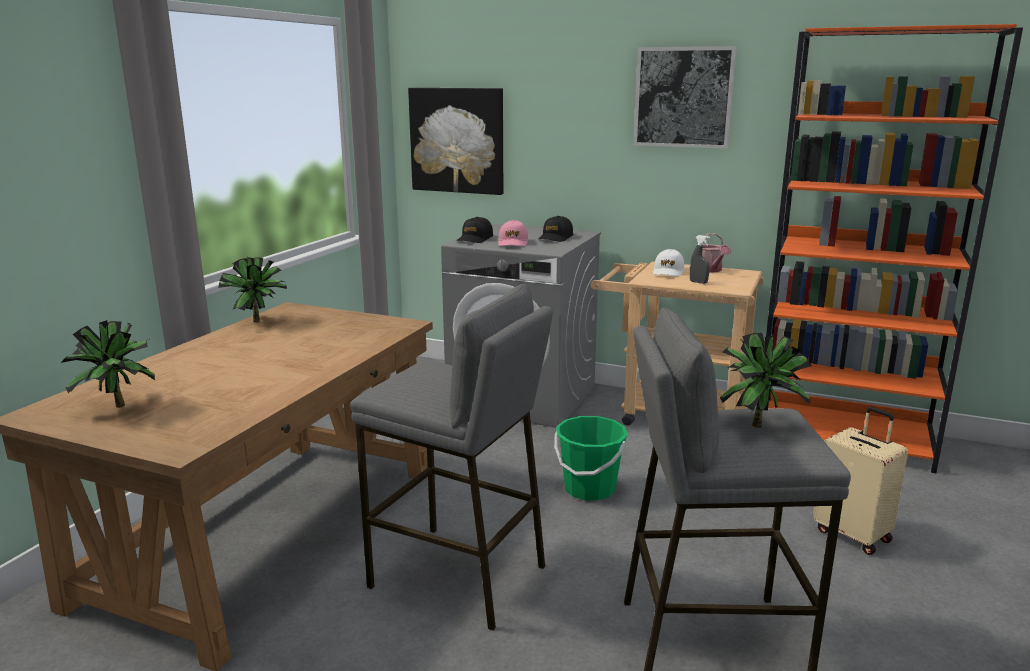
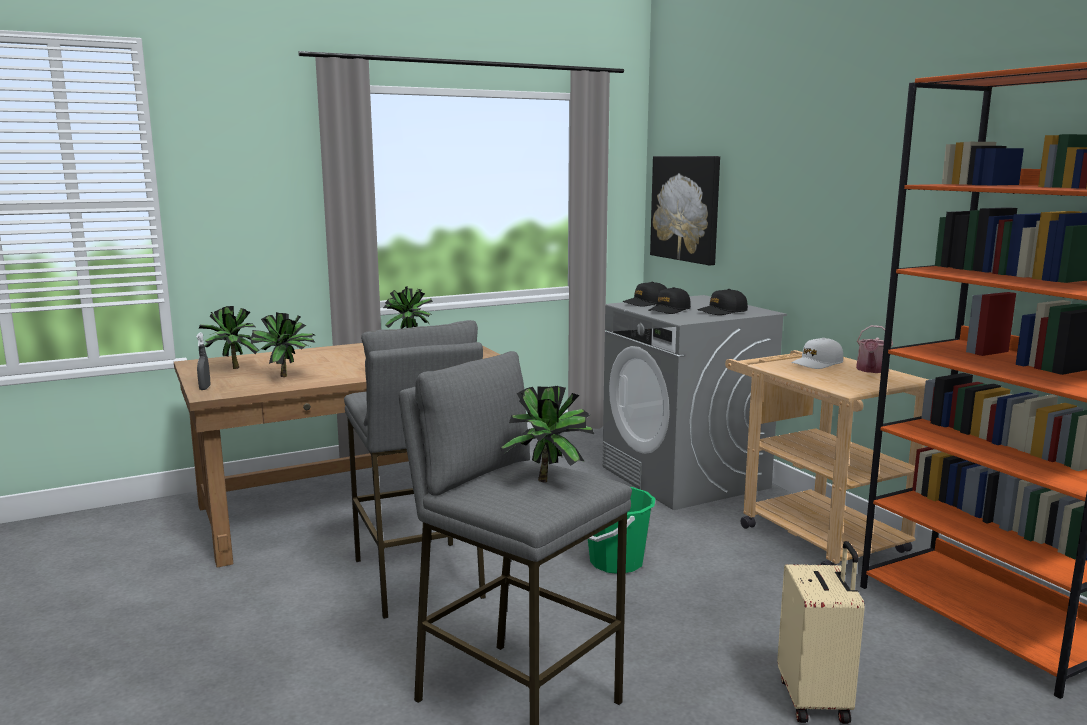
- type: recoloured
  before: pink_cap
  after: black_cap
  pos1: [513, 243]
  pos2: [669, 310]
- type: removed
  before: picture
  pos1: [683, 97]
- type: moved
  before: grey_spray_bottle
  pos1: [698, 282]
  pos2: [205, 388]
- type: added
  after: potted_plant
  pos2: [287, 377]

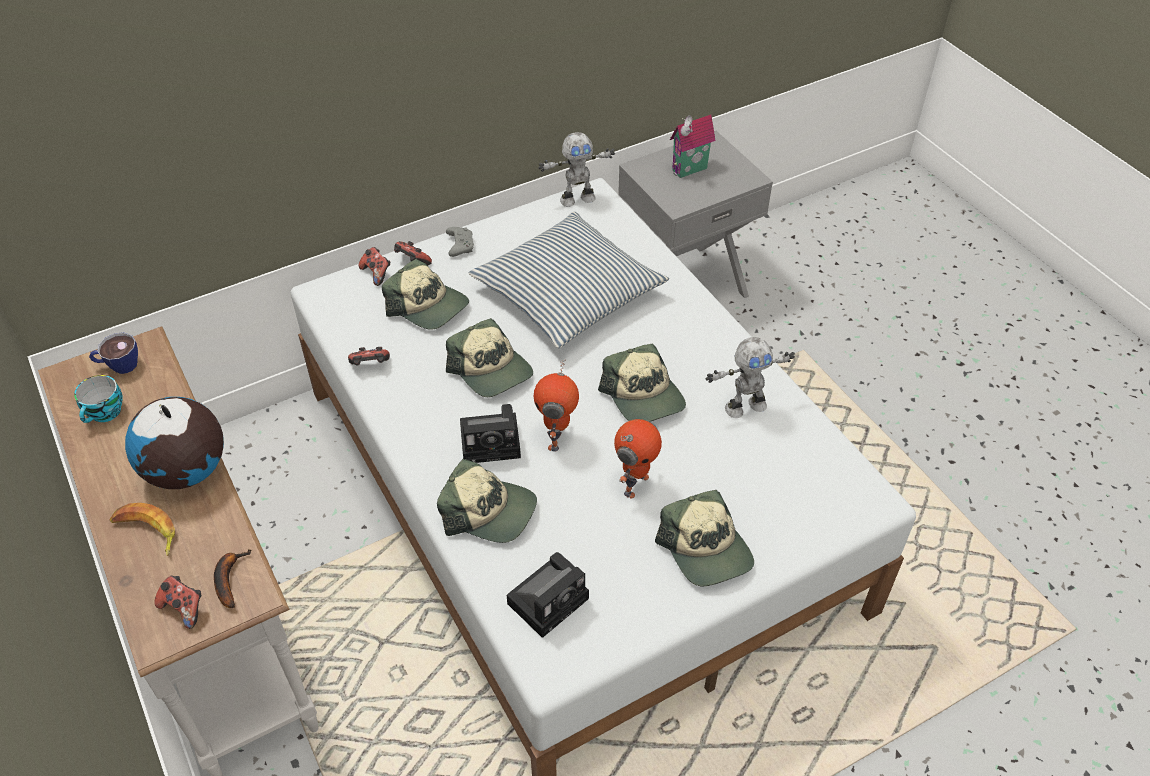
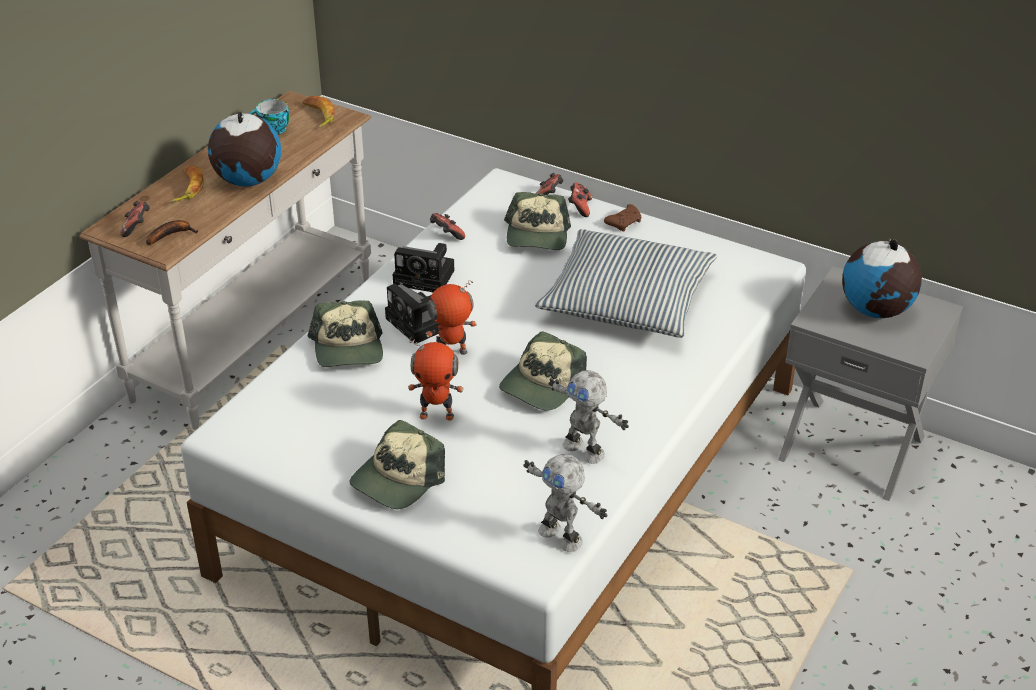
- type: replaced
  before: cup
  after: banana
  pos1: [119, 366]
  pos2: [318, 115]
- type: recoloured
  before: grey_game_controller
  after: brown_game_controller
  pos1: [460, 245]
  pos2: [624, 223]
- type: removed
  before: cap
  pos1: [491, 370]
- type: moved
  before: photo_camera
  pos1: [550, 598]
  pos2: [426, 277]
- type: moved
  before: toy_robot
  pos1: [577, 199]
  pos2: [562, 536]
- type: replaced
  before: toy_house
  after: globe
  pos1: [690, 171]
  pos2: [876, 310]

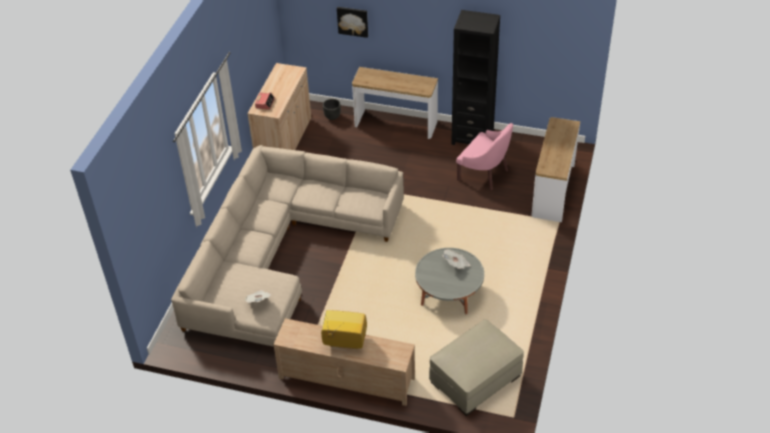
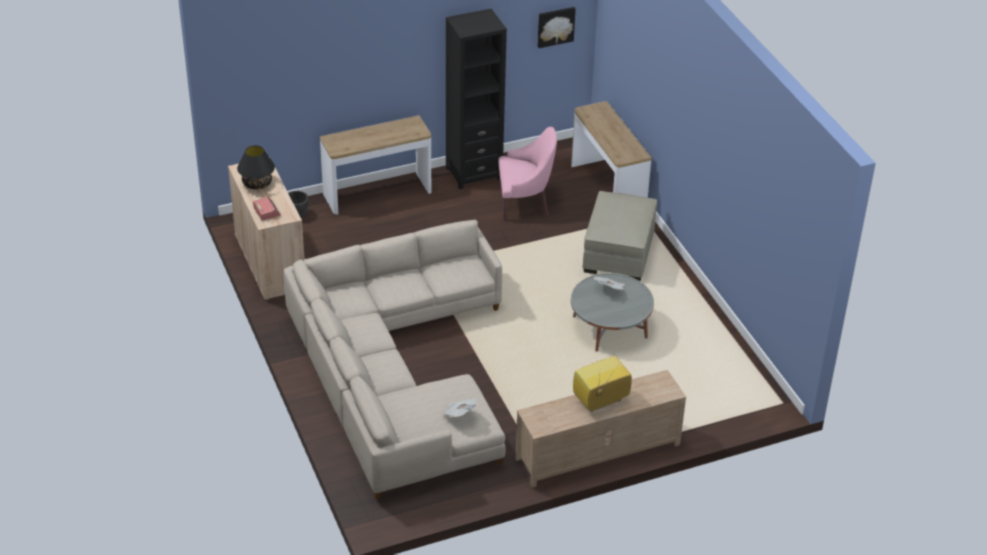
- type: moved
  before: picture
  pos1: [353, 21]
  pos2: [555, 26]
- type: moved
  before: beige_ottoman
  pos1: [474, 379]
  pos2: [618, 253]
- type: added
  after: black_table_lamp
  pos2: [257, 183]

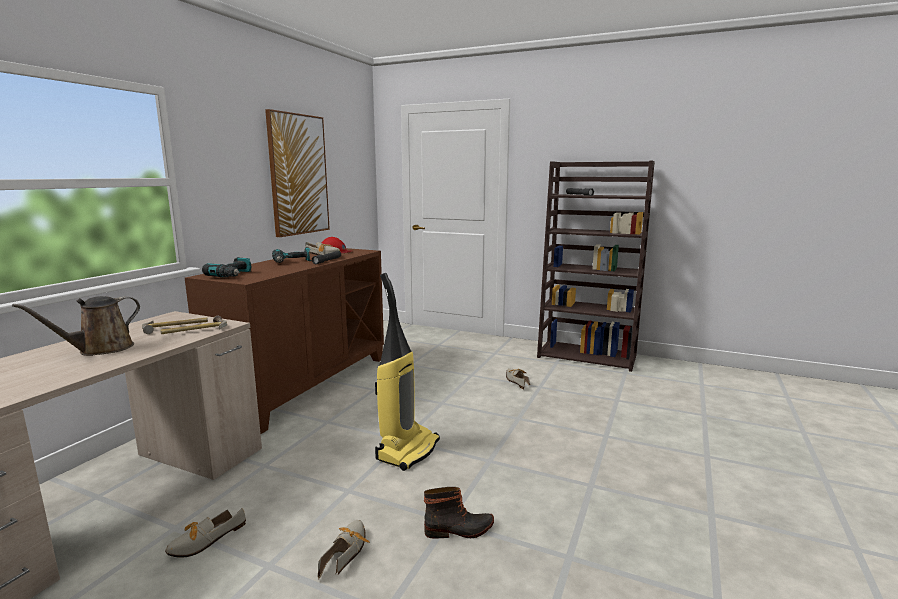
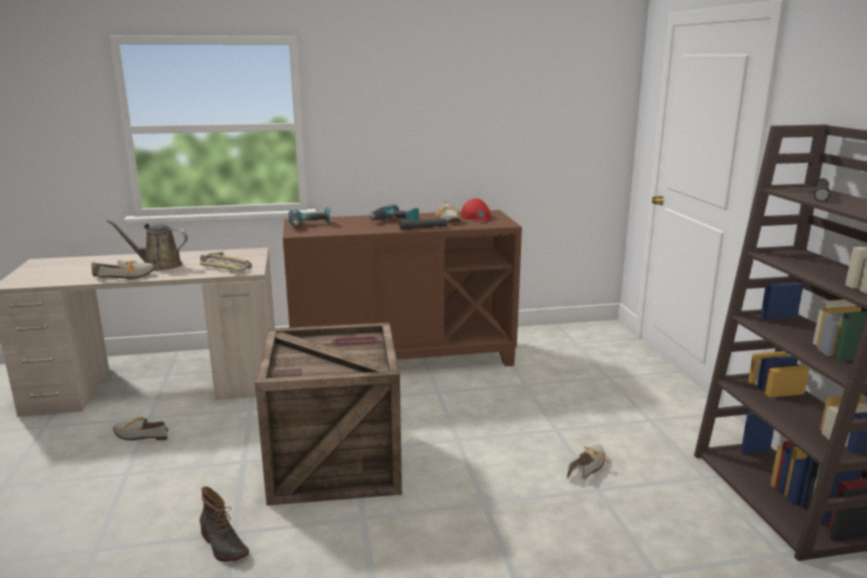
- type: removed
  before: picture
  pos1: [298, 175]
- type: moved
  before: shoe
  pos1: [346, 551]
  pos2: [128, 276]
- type: replaced
  before: vacuum_cleaner
  after: crate
  pos1: [407, 450]
  pos2: [337, 461]

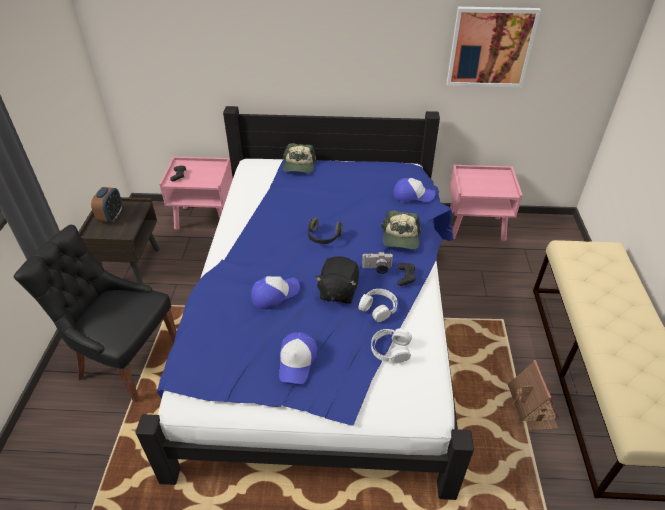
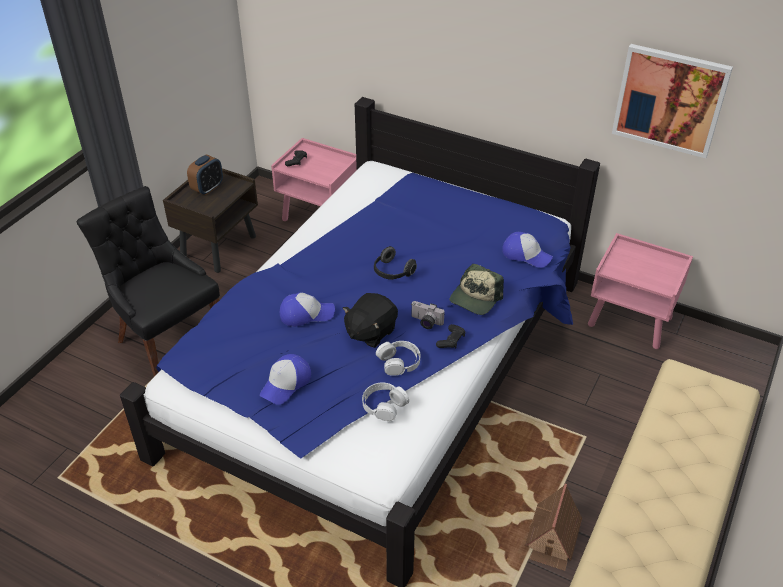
- type: removed
  before: cap
  pos1: [299, 166]

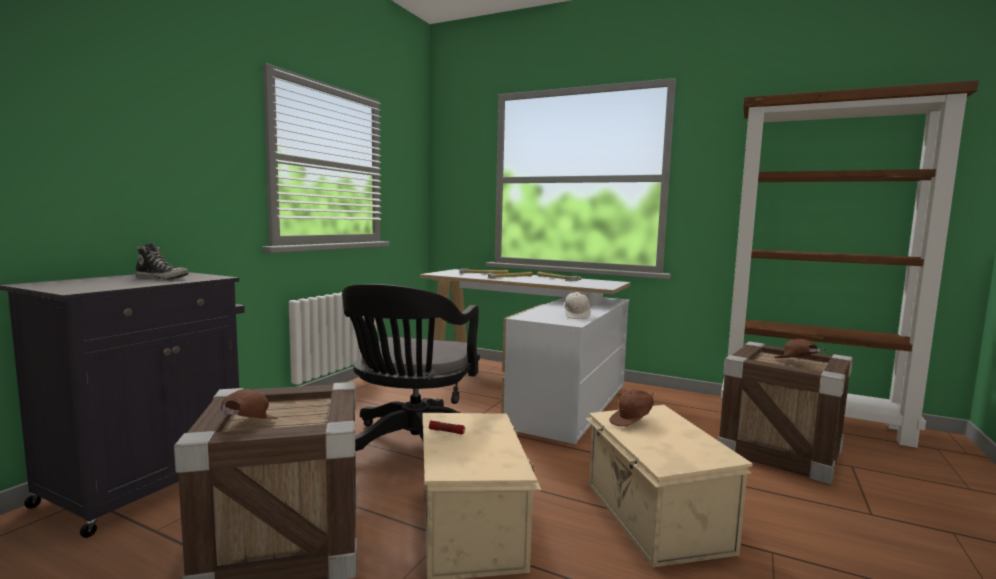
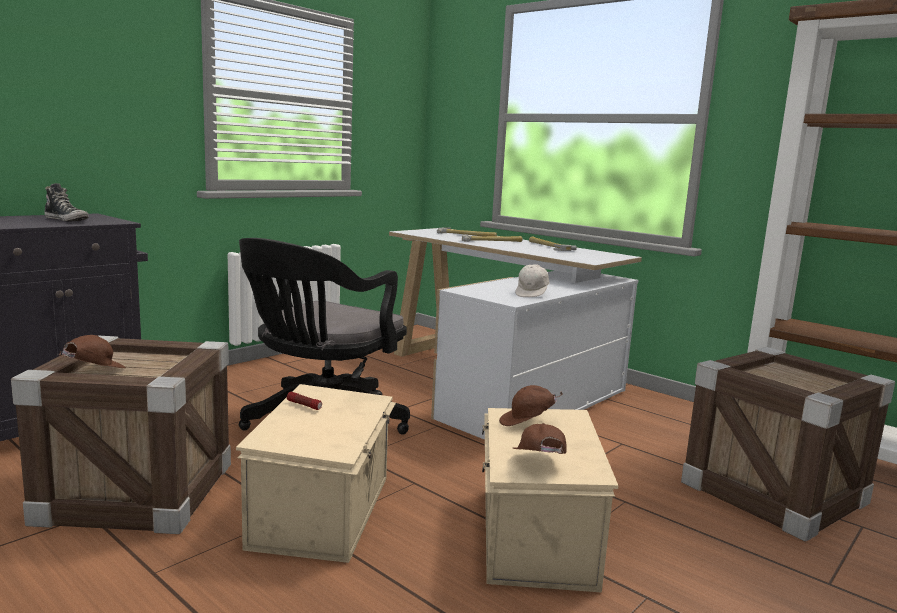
- type: moved
  before: brown_cap
  pos1: [795, 363]
  pos2: [538, 464]

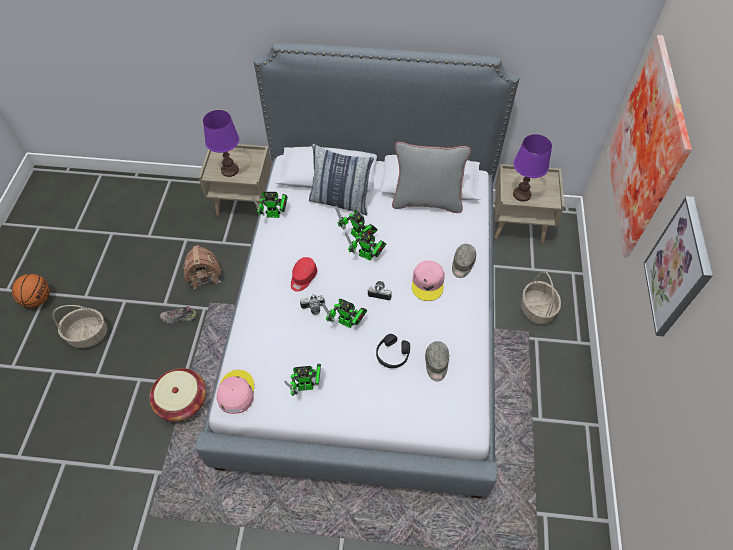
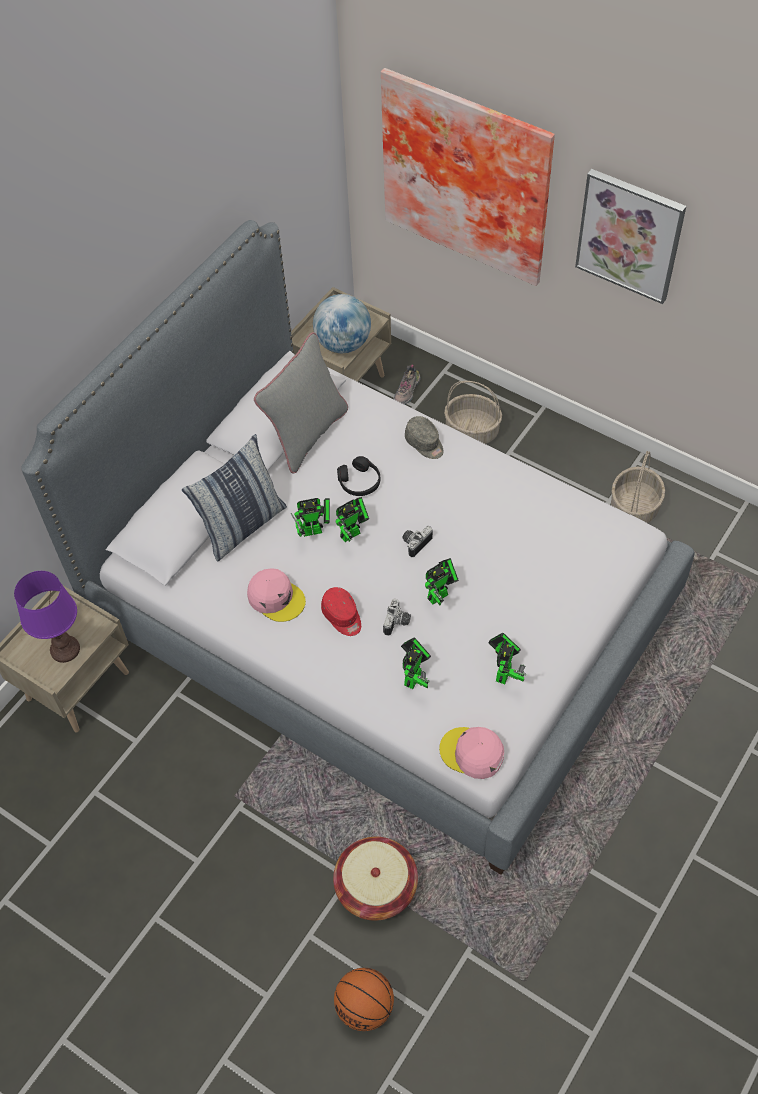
- type: moved
  before: basketball
  pos1: [38, 299]
  pos2: [364, 1007]
- type: moved
  before: basket
  pos1: [88, 335]
  pos2: [634, 508]
- type: moved
  before: shoe
  pos1: [178, 318]
  pos2: [407, 391]
- type: removed
  before: toy_house
  pos1: [204, 275]
- type: moved
  before: toy_robot
  pos1: [275, 215]
  pos2: [414, 676]
- type: moved
  before: black_headphones
  pos1: [392, 354]
  pos2: [359, 482]
- type: moved
  before: pink_cap
  pos1: [428, 282]
  pos2: [276, 598]
- type: removed
  before: grey_cap
  pos1: [436, 364]
- type: replaced
  before: purple_table_lamp
  after: globe
  pos1: [522, 194]
  pos2: [343, 344]

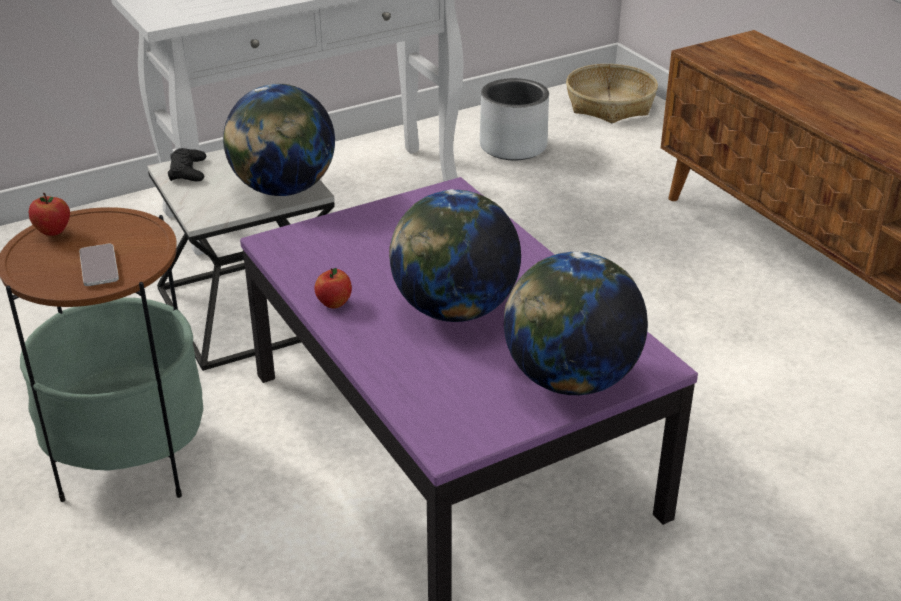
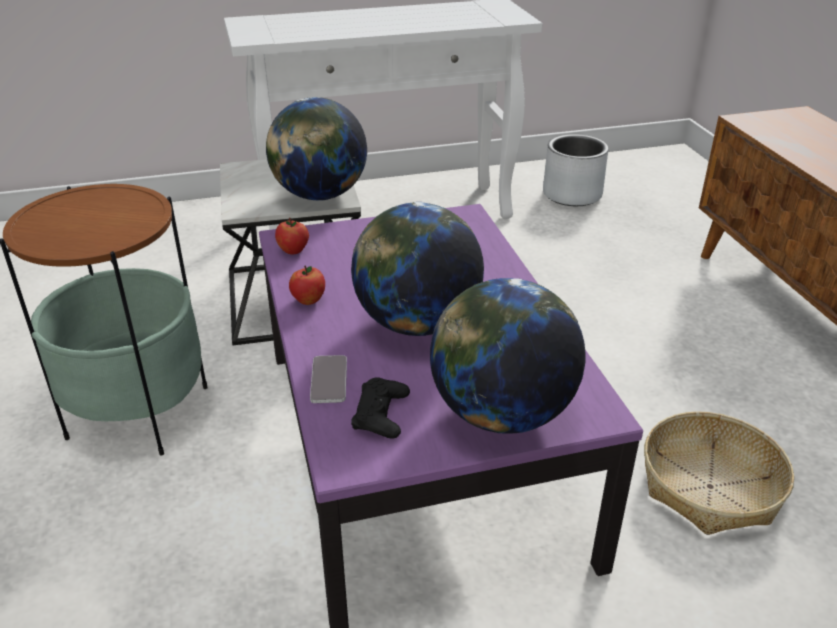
- type: moved
  before: apple
  pos1: [53, 231]
  pos2: [293, 251]
- type: moved
  before: phone
  pos1: [99, 266]
  pos2: [329, 380]
- type: moved
  before: black_game_controller
  pos1: [188, 171]
  pos2: [381, 414]
- type: moved
  before: basket
  pos1: [610, 105]
  pos2: [710, 486]

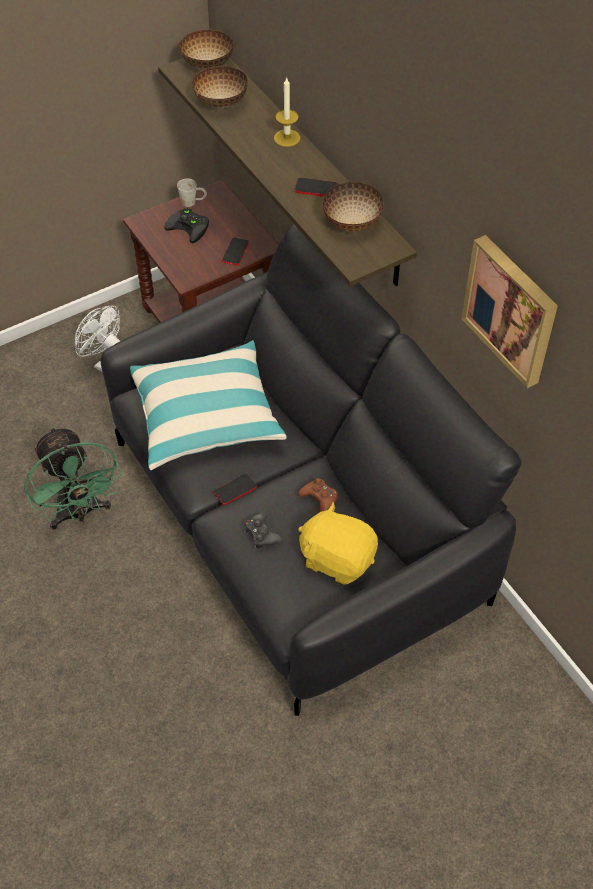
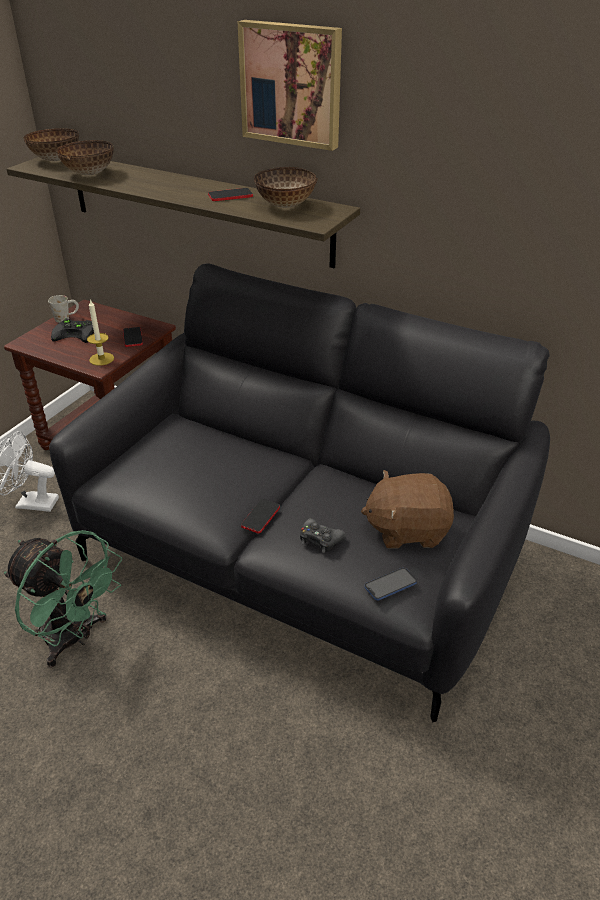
- type: removed
  before: pillow
  pos1: [206, 416]
- type: moved
  before: candle
  pos1: [287, 138]
  pos2: [101, 359]
- type: removed
  before: brown_game_controller
  pos1: [320, 498]
- type: recoloured
  before: yellow_plush_toy
  after: brown_plush_toy
  pos1: [337, 558]
  pos2: [407, 529]
- type: moved
  before: picture
  pos1: [512, 309]
  pos2: [292, 84]
- type: added
  after: phone
  pos2: [390, 585]

